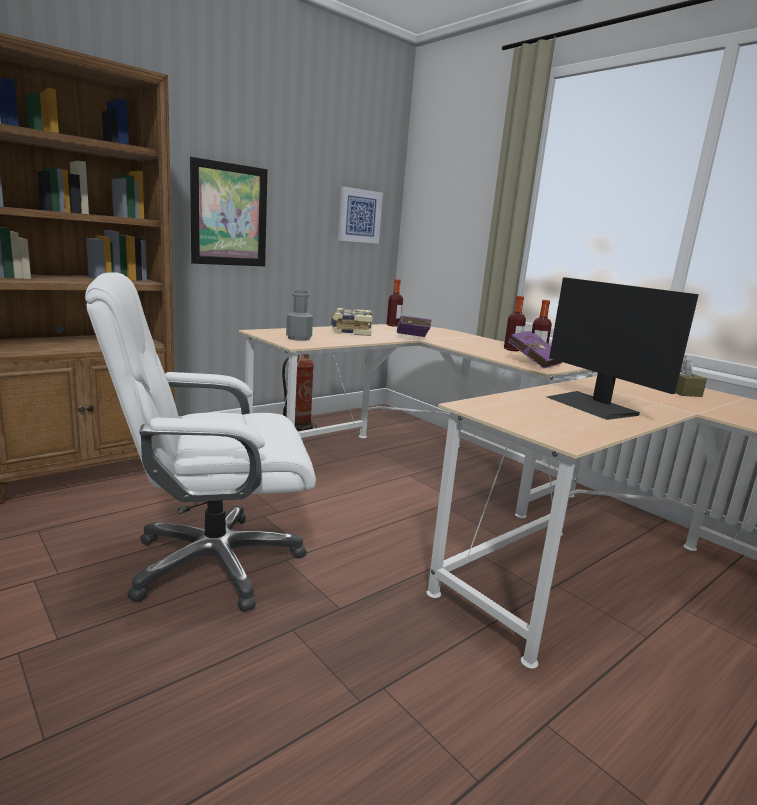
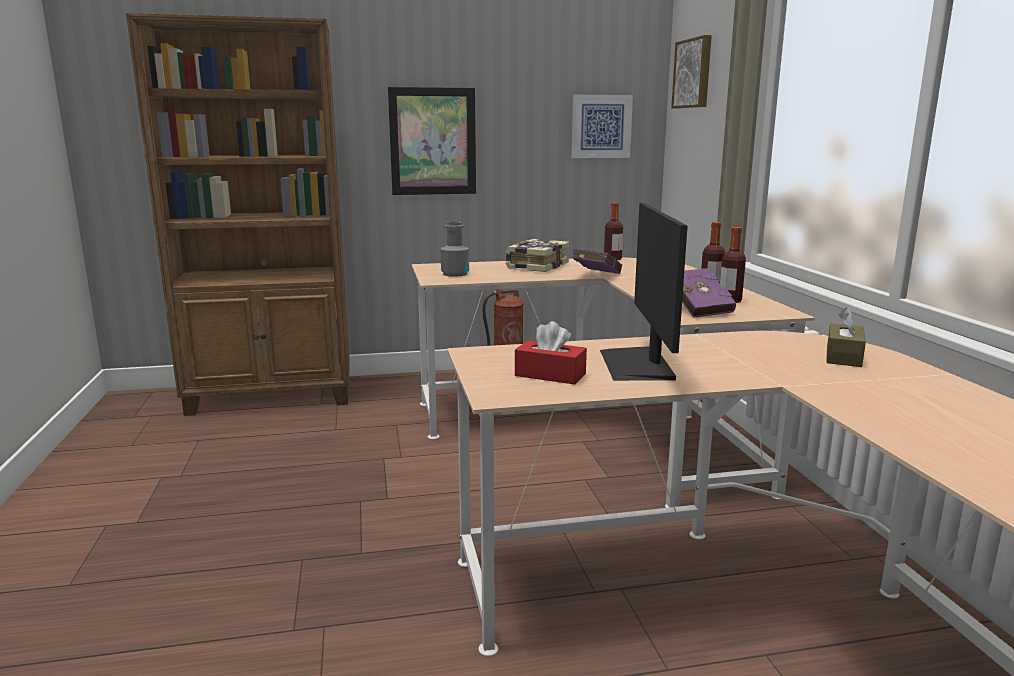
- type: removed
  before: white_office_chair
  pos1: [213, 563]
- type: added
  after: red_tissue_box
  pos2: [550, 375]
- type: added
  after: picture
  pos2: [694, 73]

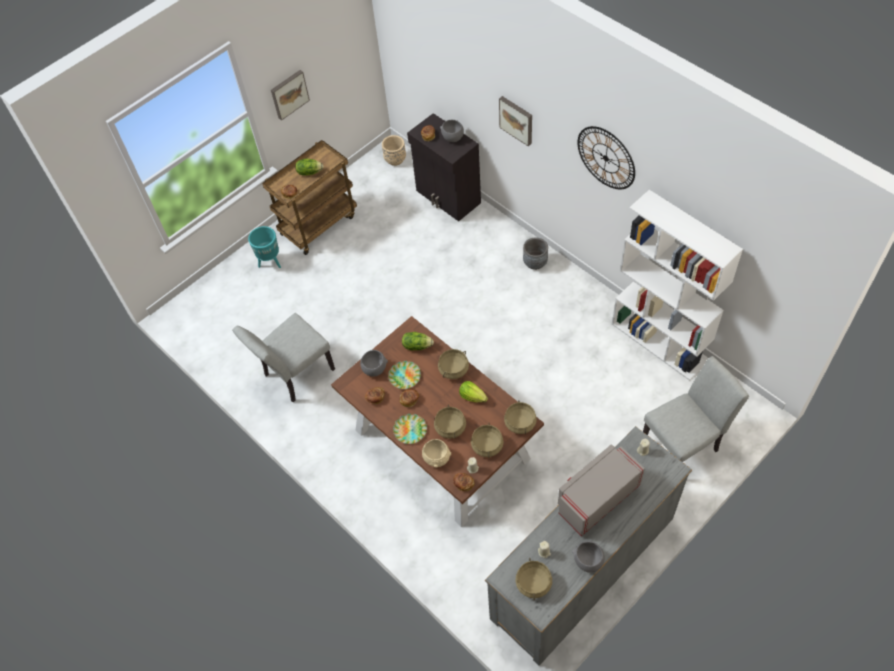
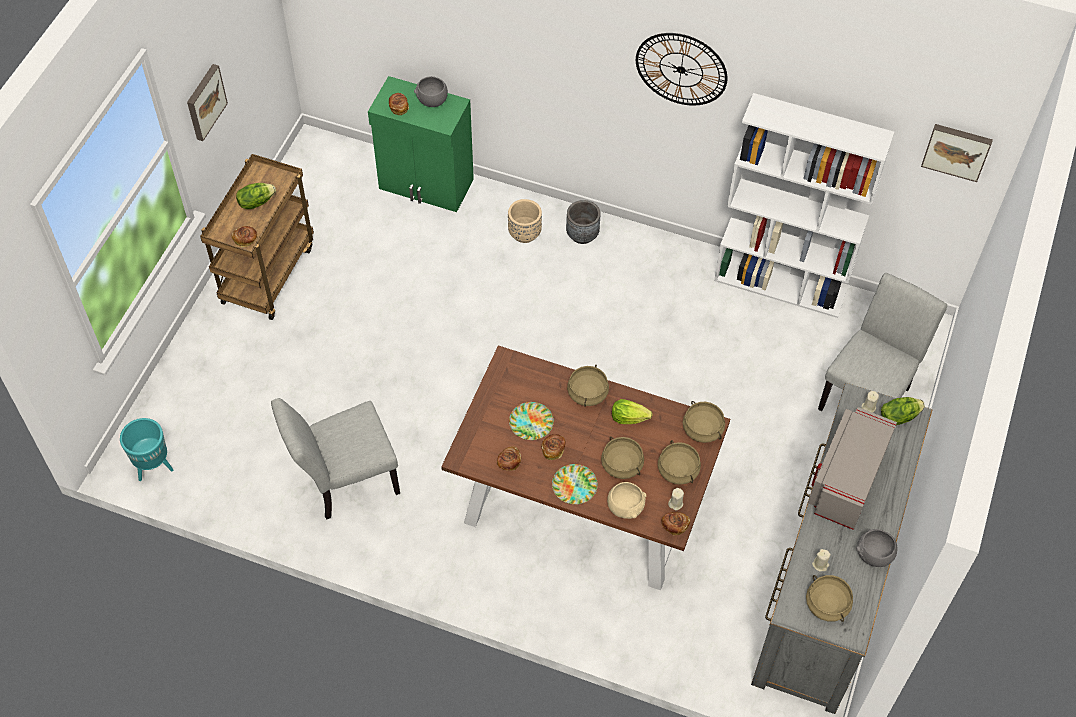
- type: turned
  before: grey_chair
  pos1: [294, 375]
  pos2: [344, 482]
  turn: 45
- type: moved
  before: turquoise_planter
  pos1: [271, 262]
  pos2: [154, 467]
- type: removed
  before: grey_bowl
  pos1: [374, 368]
- type: moved
  before: beige_planter
  pos1: [395, 160]
  pos2: [524, 233]
- type: moved
  before: lettuce
  pos1: [417, 345]
  pos2: [898, 416]
- type: recoloured
  before: black_cabinet
  after: green_cabinet
  pos1: [448, 197]
  pos2: [426, 185]
- type: moved
  before: picture
  pos1: [517, 120]
  pos2: [957, 150]

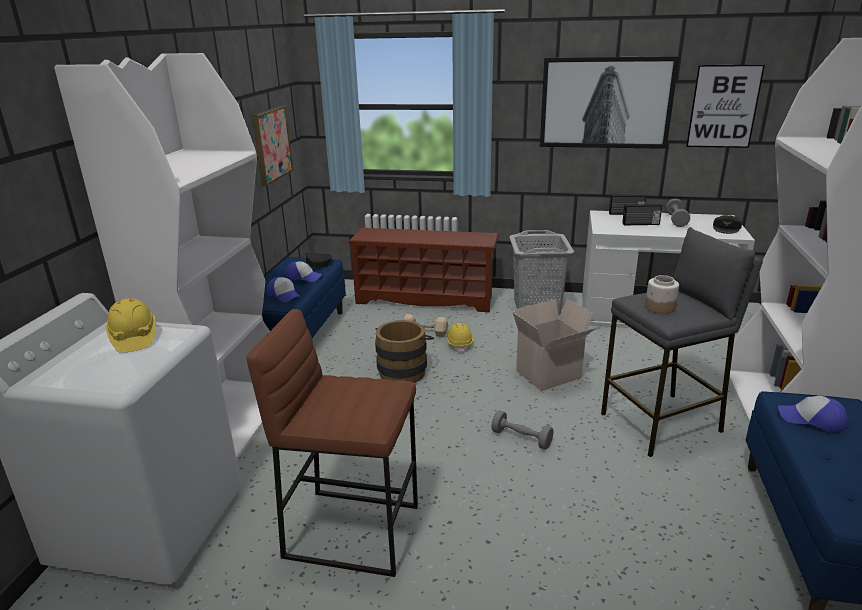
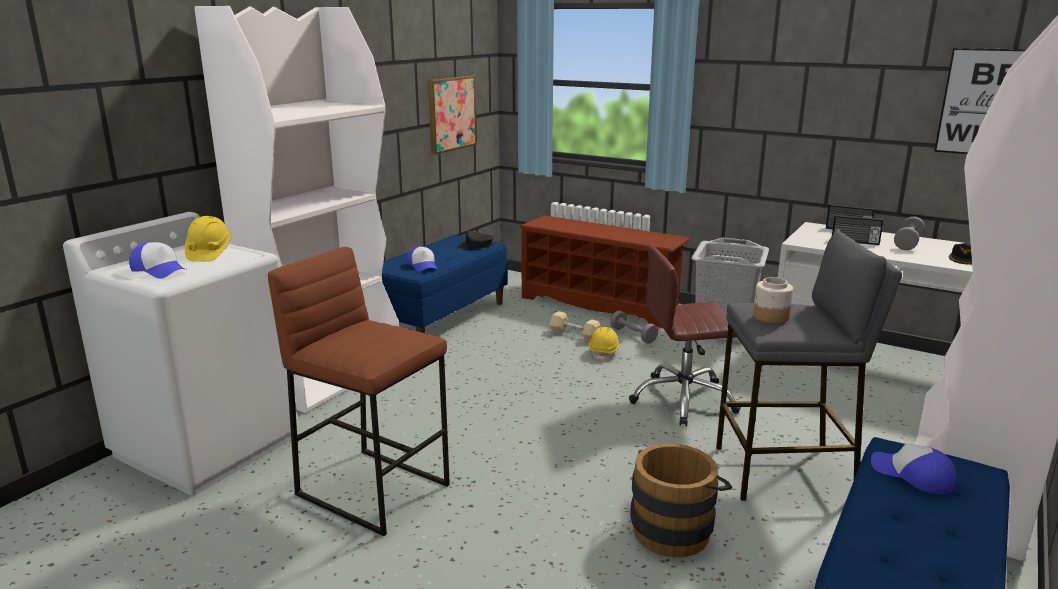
- type: moved
  before: cap
  pos1: [303, 277]
  pos2: [160, 270]
- type: moved
  before: brown_bucket
  pos1: [404, 370]
  pos2: [675, 528]
- type: moved
  before: grey_dumbbell
  pos1: [521, 438]
  pos2: [633, 335]
- type: replaced
  before: cardboard_box
  after: brown_office_chair
  pos1: [549, 375]
  pos2: [683, 399]
- type: removed
  before: picture
  pos1: [605, 103]

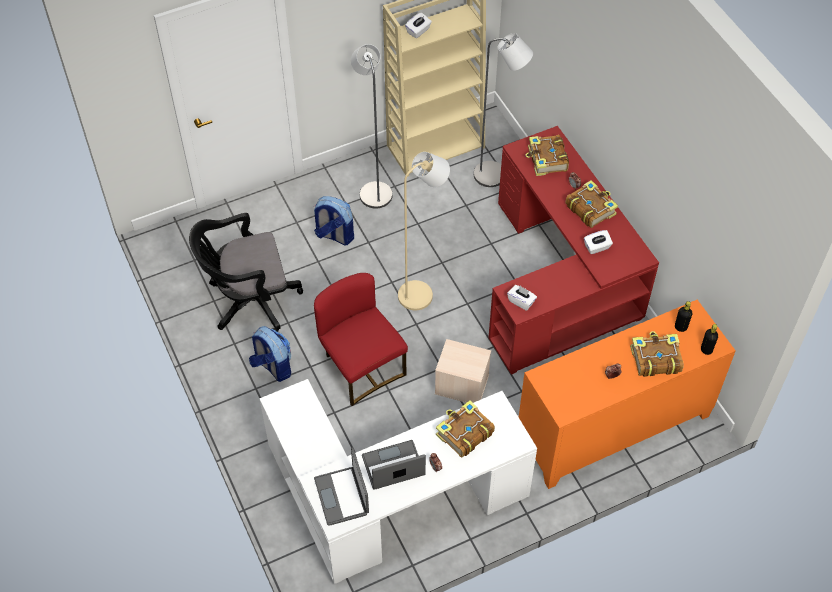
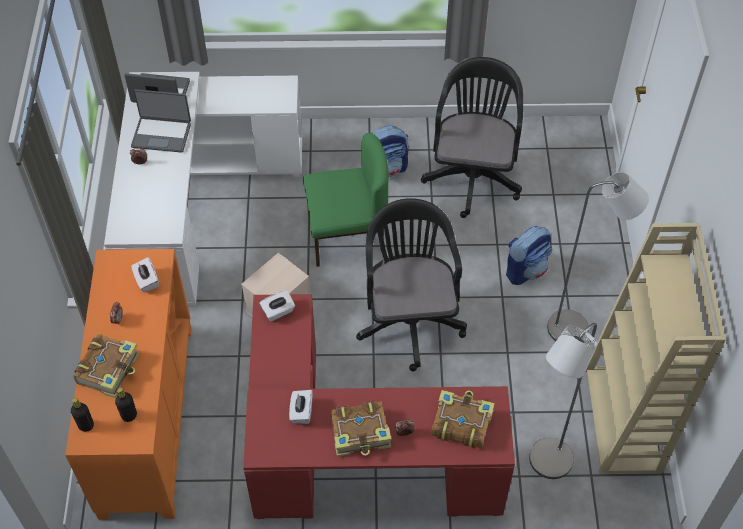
- type: recoloured
  before: red_chair
  after: green_chair
  pos1: [361, 367]
  pos2: [346, 235]
- type: turned
  before: laptop
  pos1: [393, 467]
  pos2: [162, 134]
  turn: 90
- type: replaced
  before: beige_floor_lamp
  after: black_office_chair
  pos1: [421, 293]
  pos2: [409, 318]
- type: moved
  before: white_tissue_box
  pos1: [418, 31]
  pos2: [146, 281]
- type: removed
  before: book
  pos1: [464, 433]

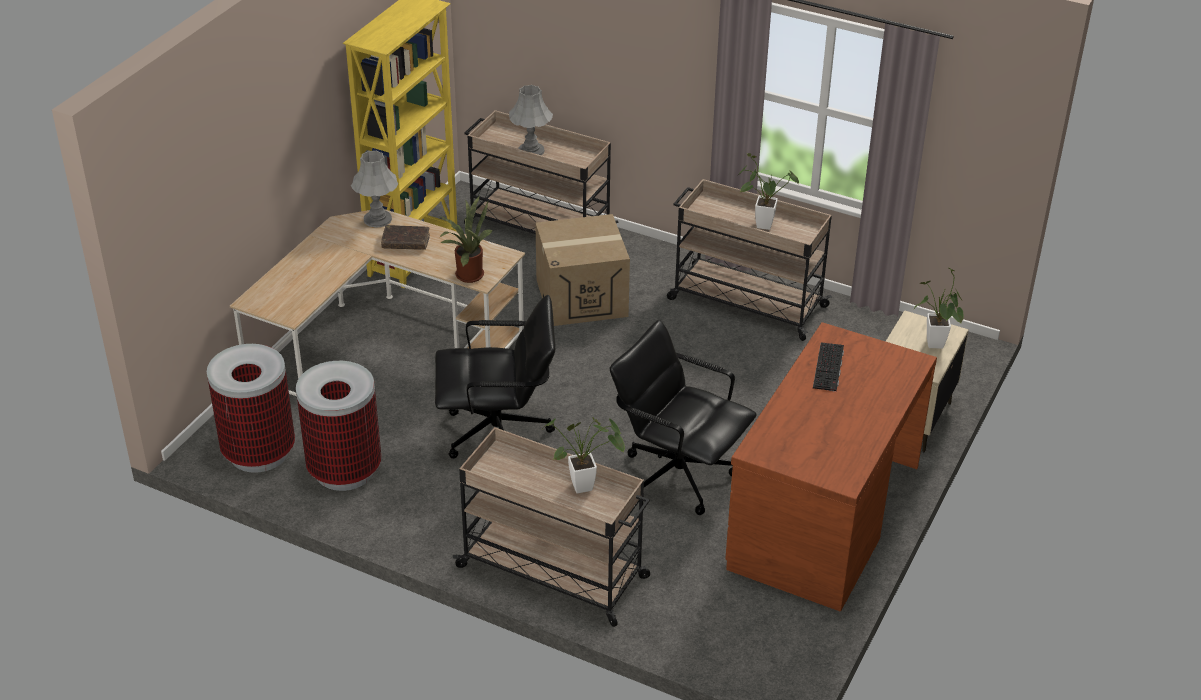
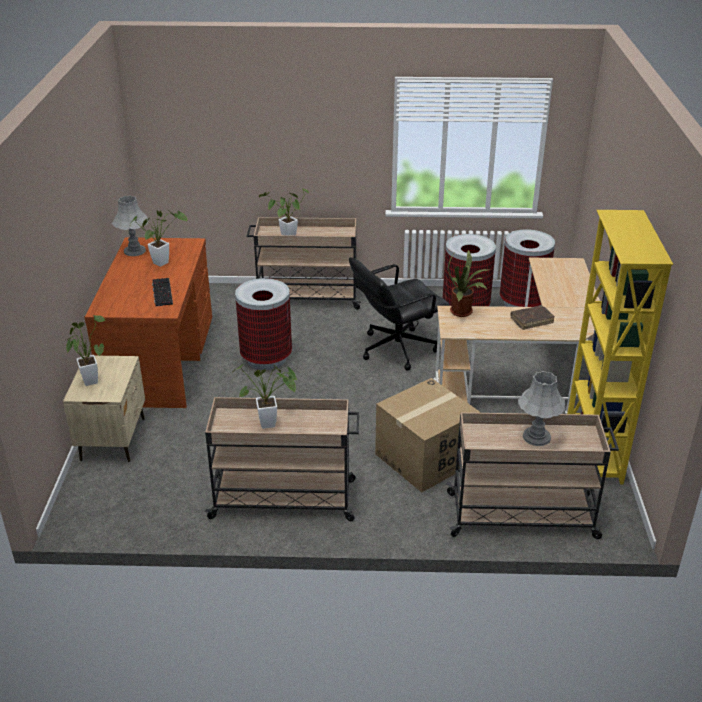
- type: moved
  before: grey_table_lamp
  pos1: [377, 219]
  pos2: [135, 251]
- type: replaced
  before: black_office_chair
  after: trash_can
  pos1: [677, 475]
  pos2: [266, 358]
- type: added
  after: potted_plant
  pos2: [163, 262]

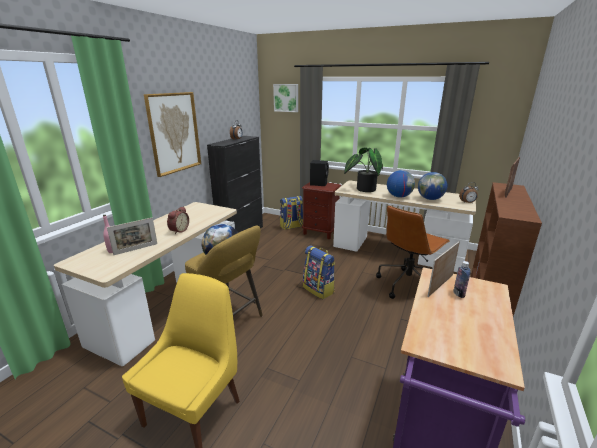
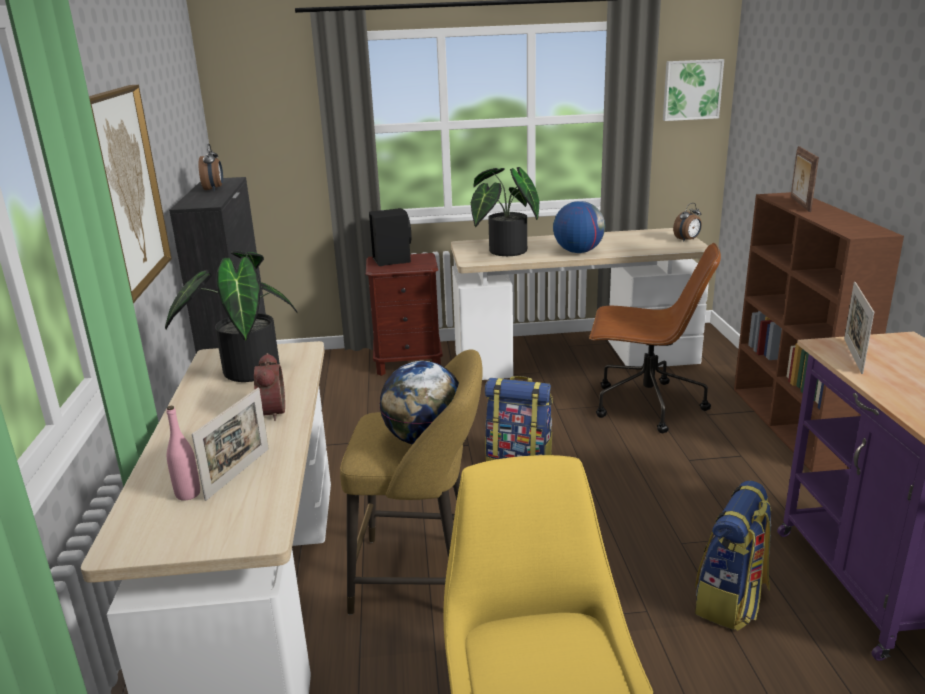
- type: moved
  before: picture
  pos1: [286, 98]
  pos2: [691, 89]
- type: moved
  before: backpack
  pos1: [291, 227]
  pos2: [731, 601]
- type: turned
  before: brown_office_chair
  pos1: [407, 284]
  pos2: [645, 406]
  turn: -90
- type: removed
  before: globe
  pos1: [430, 199]
- type: removed
  before: bottle
  pos1: [459, 294]
- type: added
  after: potted_plant
  pos2: [246, 370]

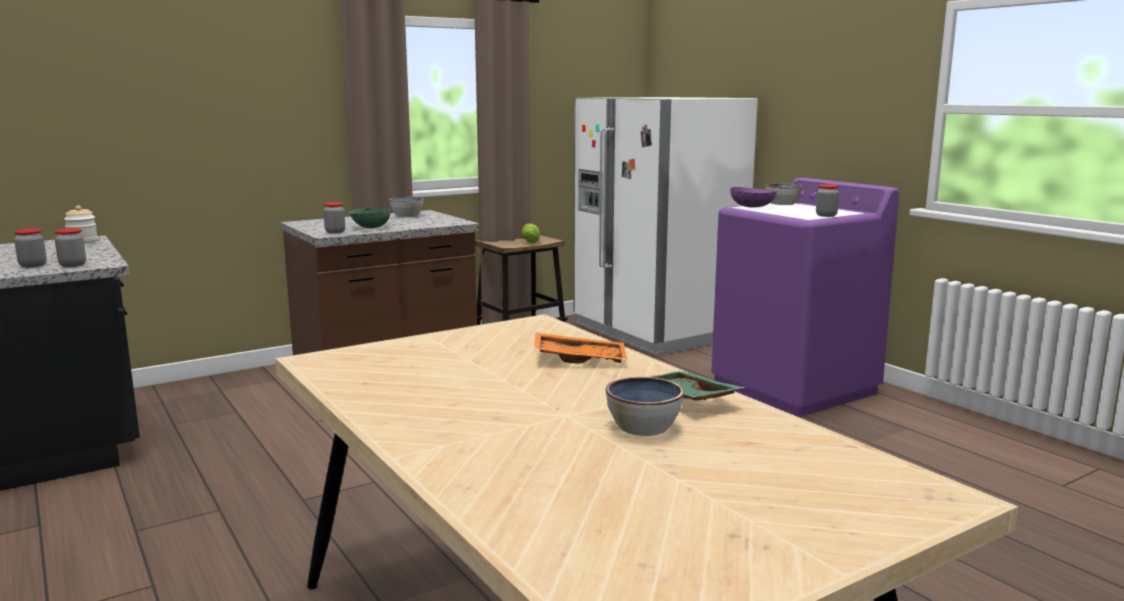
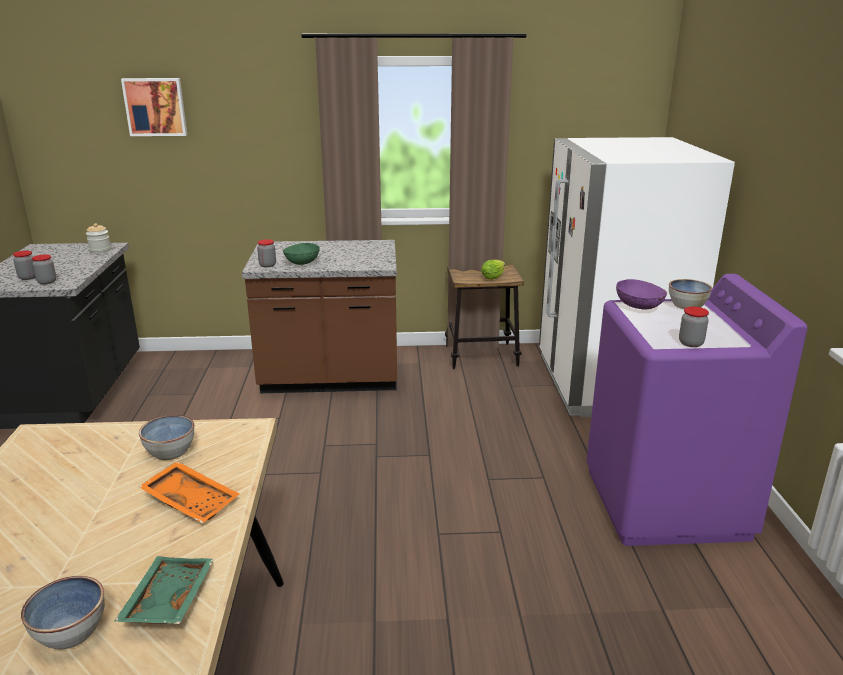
- type: moved
  before: bowl
  pos1: [407, 216]
  pos2: [170, 452]
- type: added
  after: picture
  pos2: [155, 107]

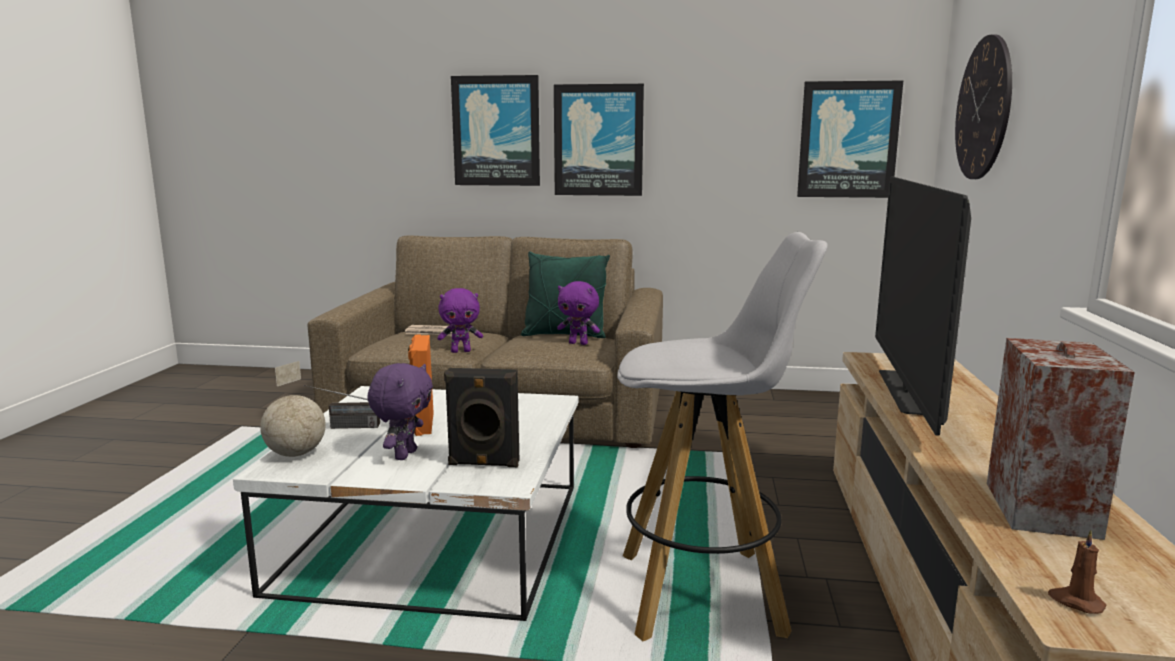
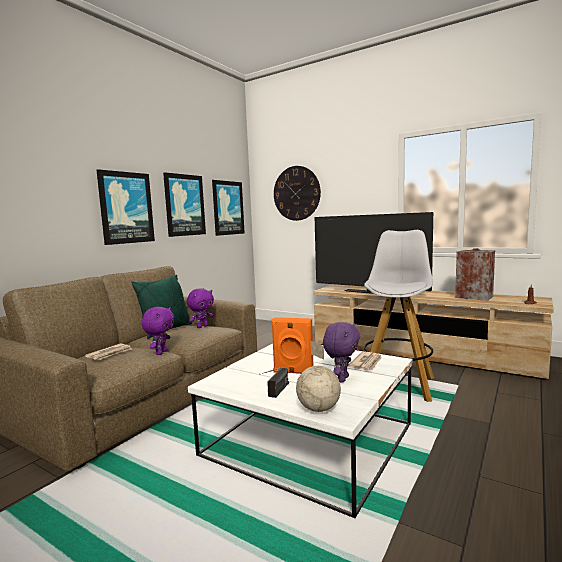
- type: turned
  before: purple_plush_toy
  pos1: [404, 455]
  pos2: [342, 379]
  turn: 75
- type: replaced
  before: black_speaker
  after: newspaper
  pos1: [483, 464]
  pos2: [366, 363]
- type: moved
  before: picture
  pos1: [496, 131]
  pos2: [184, 205]

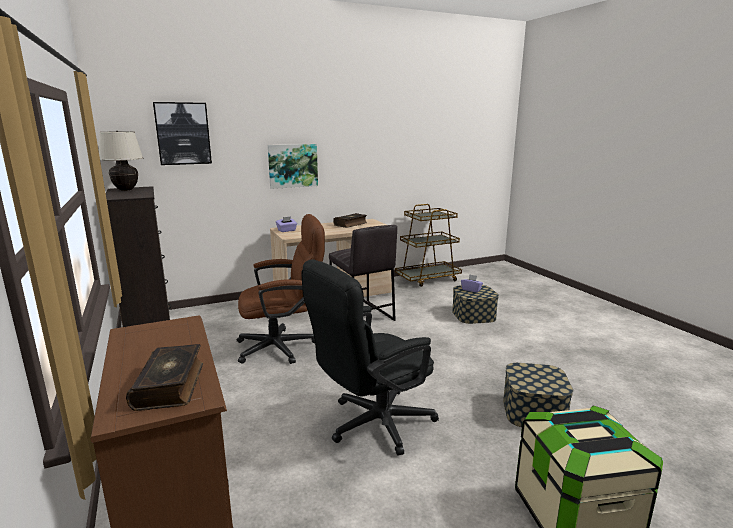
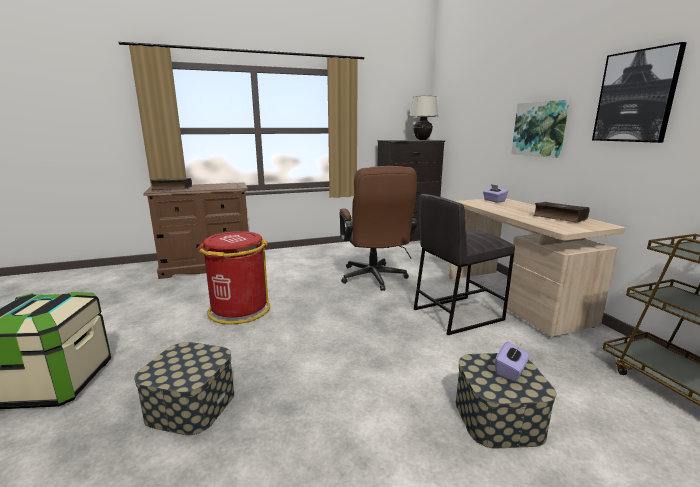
- type: moved
  before: picture
  pos1: [183, 133]
  pos2: [635, 97]
- type: replaced
  before: black_office_chair
  after: red_trash_can
  pos1: [371, 425]
  pos2: [239, 310]

